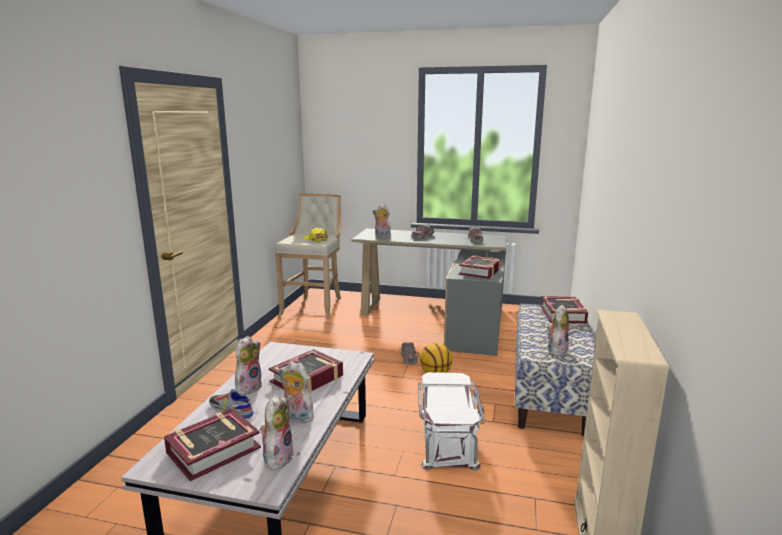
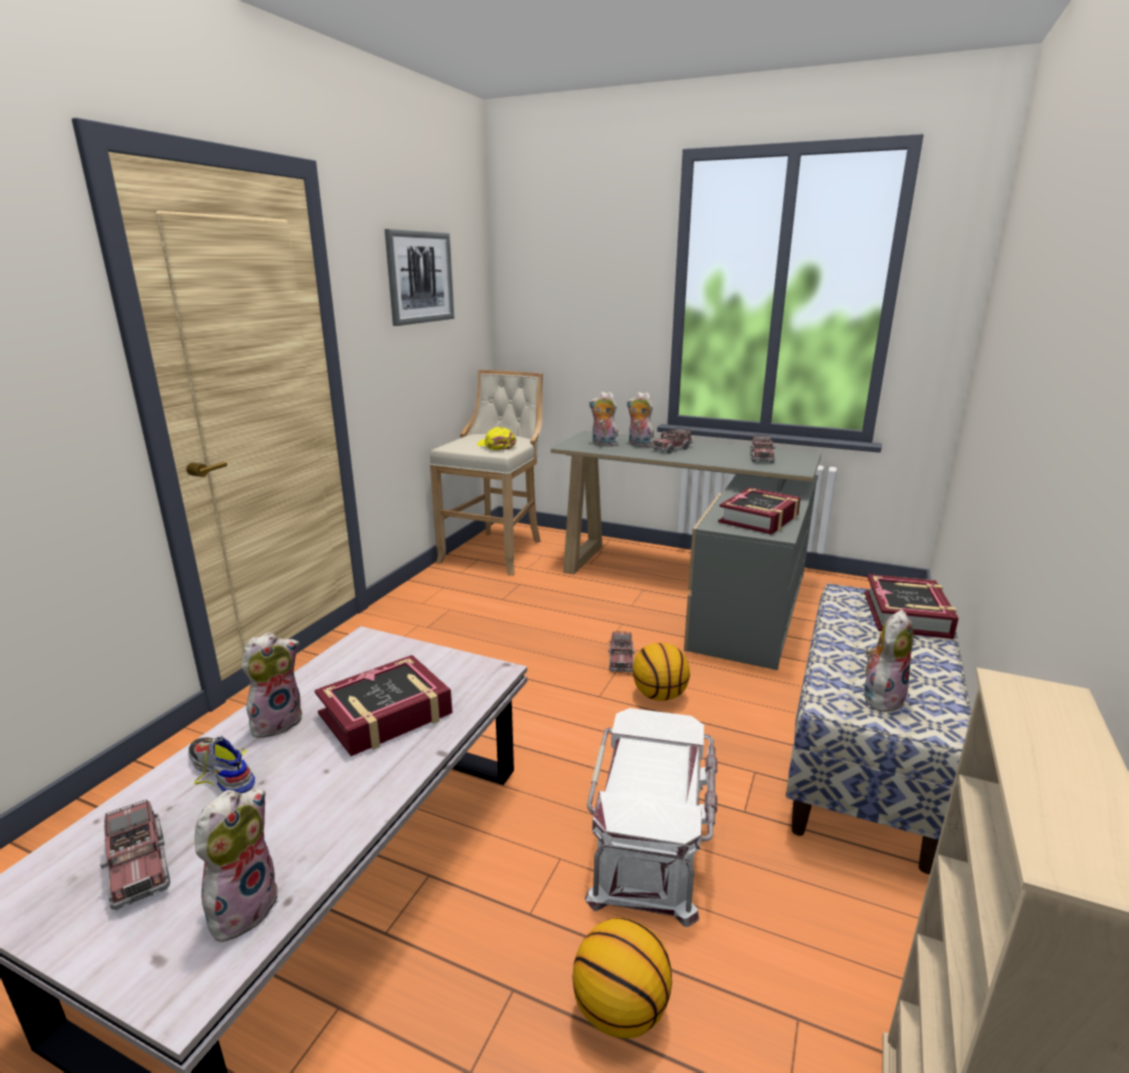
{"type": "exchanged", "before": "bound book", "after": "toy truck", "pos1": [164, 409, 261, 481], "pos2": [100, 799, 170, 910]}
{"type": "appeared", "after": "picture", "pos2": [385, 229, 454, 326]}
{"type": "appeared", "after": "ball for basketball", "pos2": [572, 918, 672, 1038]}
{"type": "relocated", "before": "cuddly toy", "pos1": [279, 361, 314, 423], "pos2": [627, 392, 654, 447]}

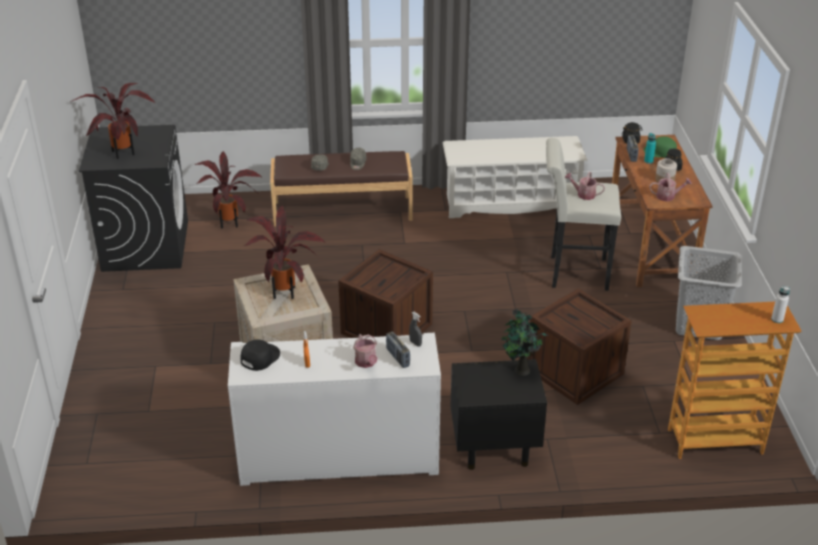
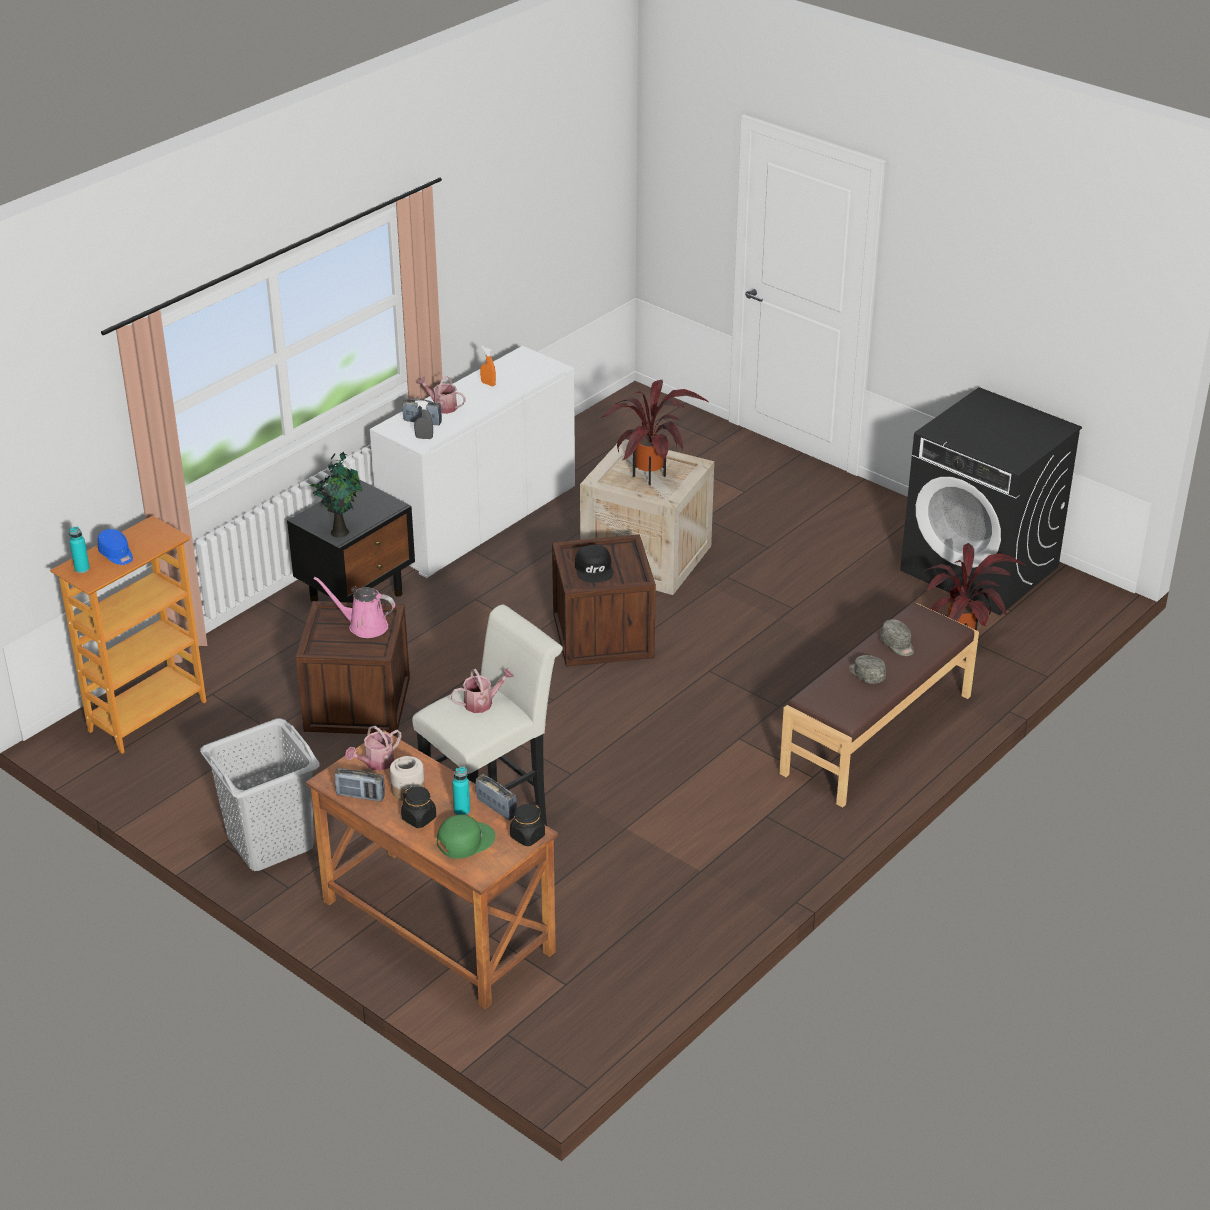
{"type": "colour", "before": "bottle (white-coloured)", "after": "bottle (turquoise)", "pos1": [771, 286, 790, 323], "pos2": [69, 526, 90, 573]}
{"type": "appeared", "after": "baseball cap (bluish)", "pos2": [98, 529, 133, 565]}
{"type": "appeared", "after": "watering pot (pink-coloured)", "pos2": [313, 577, 395, 638]}
{"type": "appeared", "after": "radio", "pos2": [335, 768, 385, 801]}
{"type": "relocated", "before": "baseball cap (black-coloured)", "pos1": [240, 339, 280, 371], "pos2": [575, 545, 613, 583]}
{"type": "missing", "before": "houseplant", "pos1": [70, 83, 155, 159]}
{"type": "missing", "before": "shoe stand (white-coloured)", "pos1": [442, 136, 588, 218]}

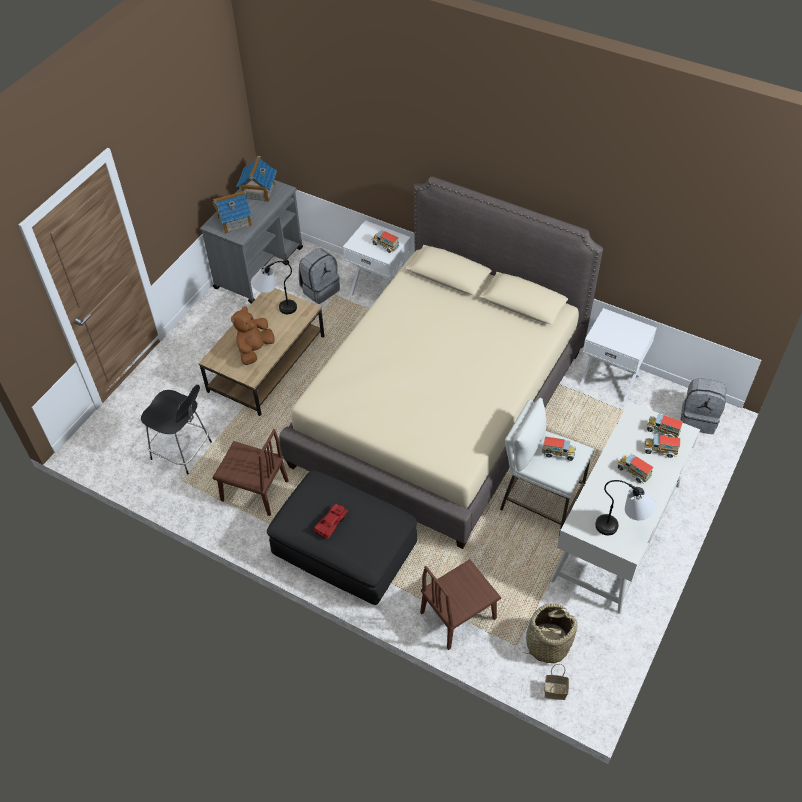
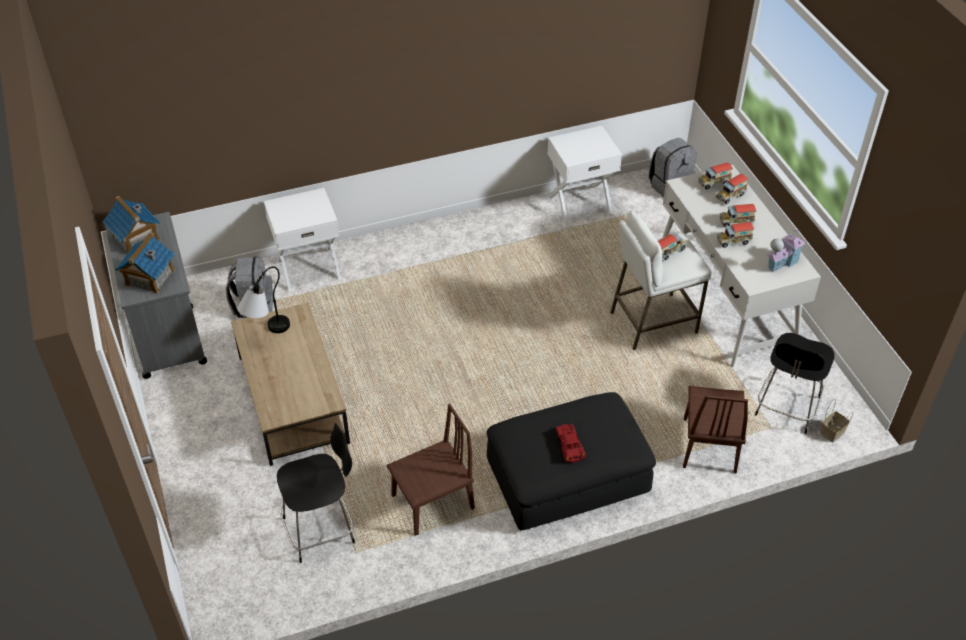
{"type": "relocated", "before": "toy truck", "pos1": [371, 230, 399, 253], "pos2": [717, 222, 754, 248]}
{"type": "exchanged", "before": "storage basket", "after": "chair (black-coloured)", "pos1": [519, 603, 577, 663], "pos2": [755, 333, 834, 434]}
{"type": "exchanged", "before": "table lamp", "after": "miniature house", "pos1": [595, 480, 656, 535], "pos2": [767, 229, 805, 273]}
{"type": "missing", "before": "cuddly toy (brown-coloured)", "pos1": [231, 306, 275, 365]}
{"type": "missing", "before": "bed (sand-coloured)", "pos1": [279, 177, 603, 549]}

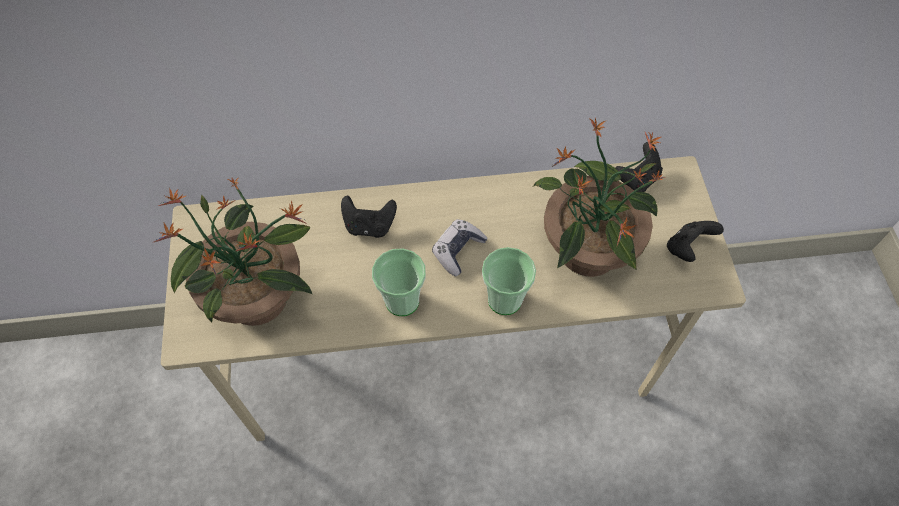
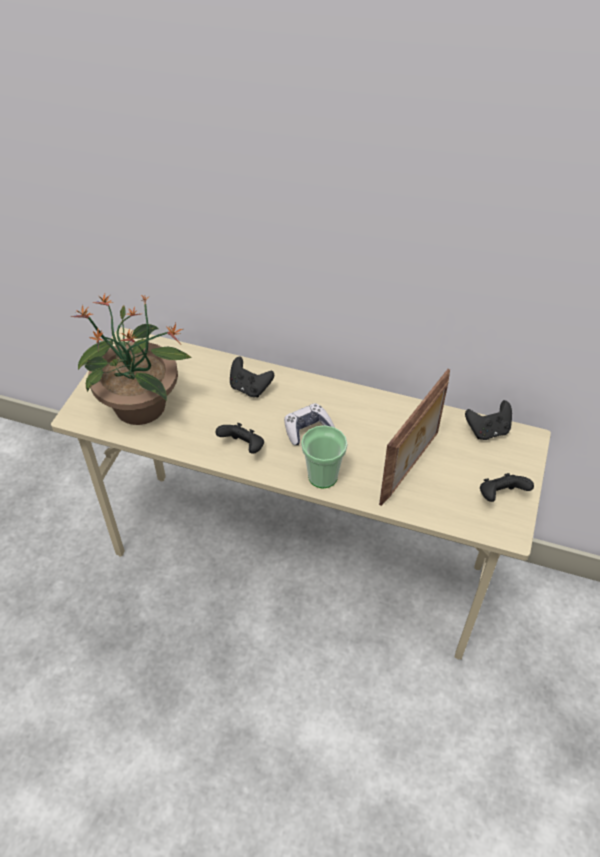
{"type": "exchanged", "before": "cup", "after": "game controller (black-coloured)", "pos1": [372, 248, 426, 316], "pos2": [215, 423, 264, 454]}
{"type": "exchanged", "before": "houseplant", "after": "photo frame", "pos1": [533, 118, 665, 277], "pos2": [379, 369, 450, 506]}

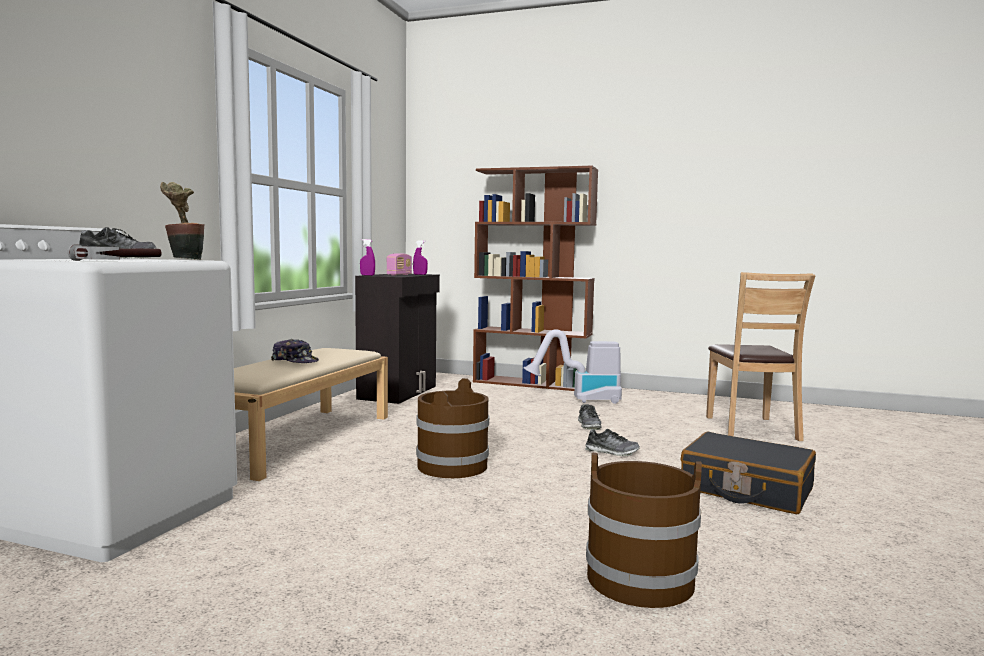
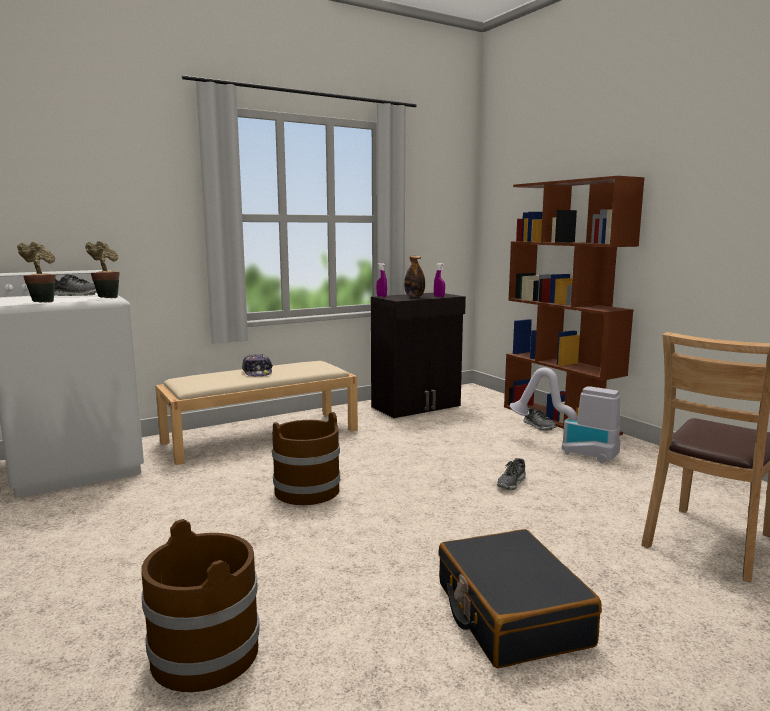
{"type": "exchanged", "before": "hammer", "after": "houseplant", "pos1": [68, 244, 162, 261], "pos2": [17, 242, 56, 303]}
{"type": "exchanged", "before": "radio", "after": "bottle", "pos1": [386, 253, 412, 276], "pos2": [404, 256, 425, 297]}
{"type": "relocated", "before": "low shoe", "pos1": [585, 429, 640, 456], "pos2": [523, 408, 556, 431]}

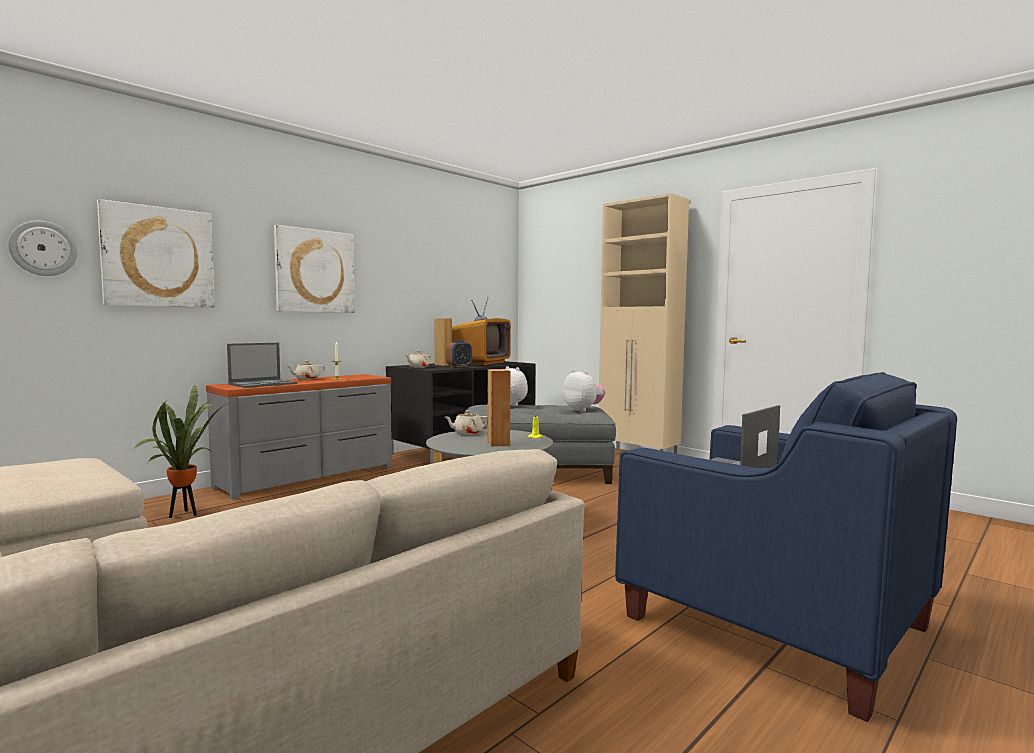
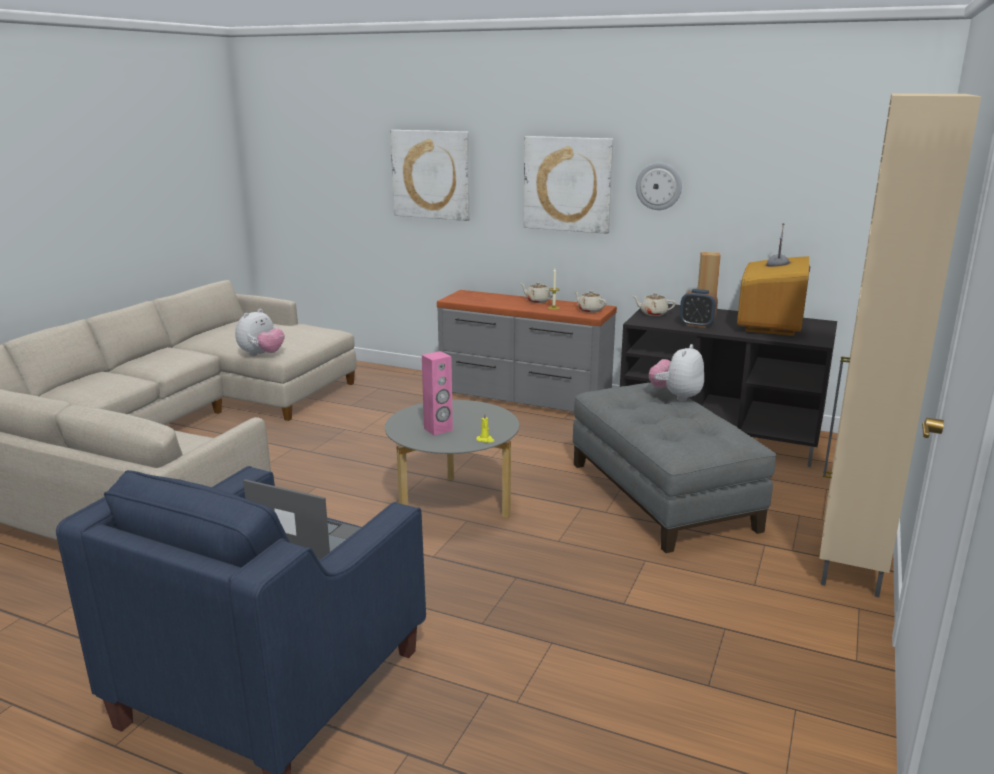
{"type": "relocated", "before": "cuddly toy", "pos1": [563, 369, 605, 412], "pos2": [235, 309, 285, 356]}
{"type": "colour", "before": "loudspeaker (brown-coloured)", "after": "loudspeaker (pink-coloured)", "pos1": [487, 369, 510, 447], "pos2": [422, 351, 453, 435]}
{"type": "relocated", "before": "pot for tea (sand-coloured)", "pos1": [445, 410, 487, 435], "pos2": [574, 291, 607, 313]}
{"type": "relocated", "before": "clock on the wall", "pos1": [8, 221, 77, 276], "pos2": [636, 163, 682, 210]}
{"type": "spun", "before": "TV set", "pos1": [452, 297, 511, 365], "pos2": [737, 223, 810, 336], "turn": -75}
{"type": "missing", "before": "houseplant", "pos1": [134, 386, 230, 518]}
{"type": "missing", "before": "notebook computer", "pos1": [227, 343, 297, 388]}

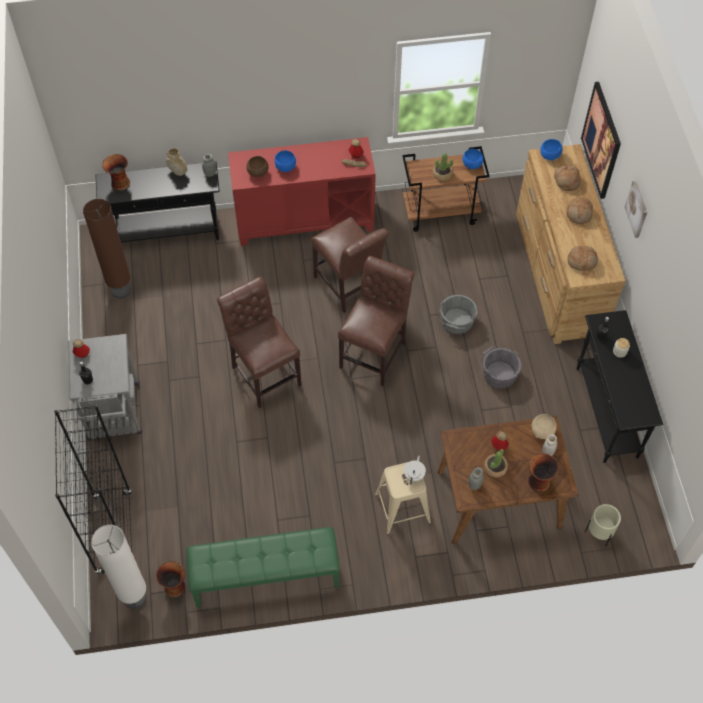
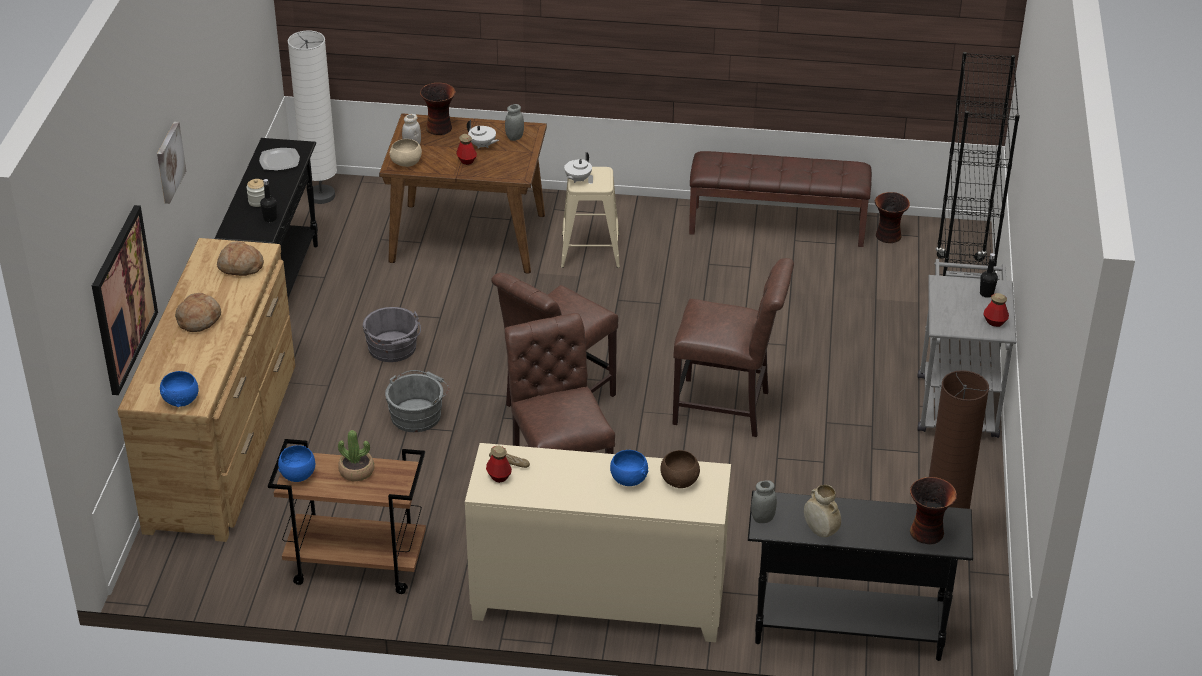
{"type": "appeared", "after": "dinner plate", "pos2": [259, 148, 300, 170]}
{"type": "relocated", "before": "standard lamp (white-coloured)", "pos1": [91, 525, 147, 609], "pos2": [288, 31, 337, 204]}
{"type": "colour", "before": "cupboard (red)", "after": "cupboard (sand-coloured)", "pos1": [228, 137, 376, 246], "pos2": [465, 443, 731, 642]}
{"type": "exchanged", "before": "houseplant", "after": "pot for tea (white-coloured)", "pos1": [484, 449, 508, 477], "pos2": [467, 120, 499, 149]}
{"type": "spun", "before": "chair (brown-coloured)", "pos1": [217, 276, 301, 408], "pos2": [673, 258, 794, 437], "turn": -60}
{"type": "colour", "before": "bench (green-coloured)", "after": "bench (brown-coloured)", "pos1": [187, 527, 340, 607], "pos2": [689, 151, 872, 247]}
{"type": "missing", "before": "bakery bread", "pos1": [554, 165, 581, 191]}
{"type": "missing", "before": "plant pot (sand-coloured)", "pos1": [585, 504, 621, 547]}

